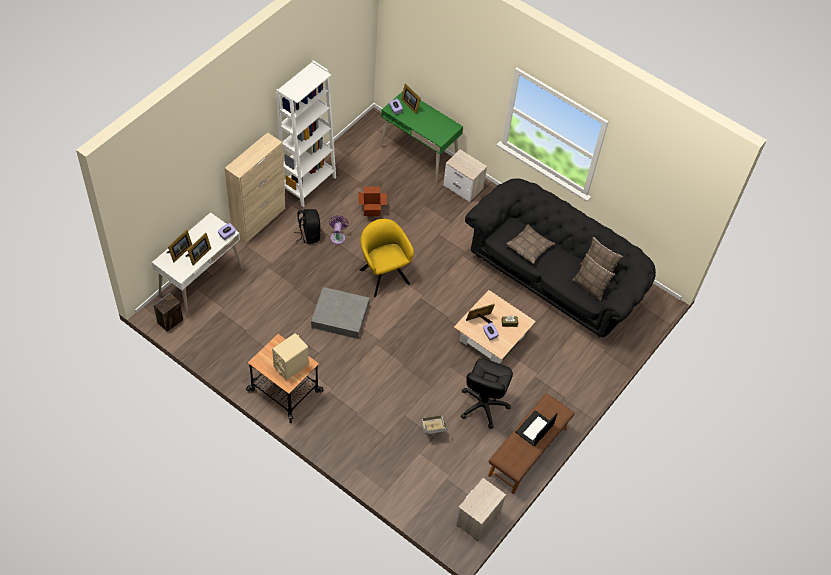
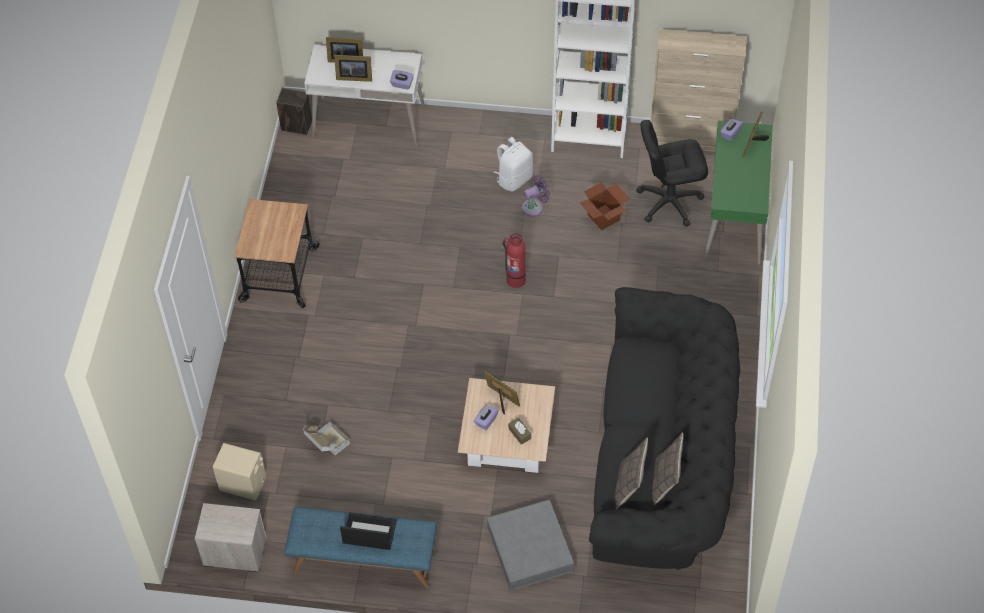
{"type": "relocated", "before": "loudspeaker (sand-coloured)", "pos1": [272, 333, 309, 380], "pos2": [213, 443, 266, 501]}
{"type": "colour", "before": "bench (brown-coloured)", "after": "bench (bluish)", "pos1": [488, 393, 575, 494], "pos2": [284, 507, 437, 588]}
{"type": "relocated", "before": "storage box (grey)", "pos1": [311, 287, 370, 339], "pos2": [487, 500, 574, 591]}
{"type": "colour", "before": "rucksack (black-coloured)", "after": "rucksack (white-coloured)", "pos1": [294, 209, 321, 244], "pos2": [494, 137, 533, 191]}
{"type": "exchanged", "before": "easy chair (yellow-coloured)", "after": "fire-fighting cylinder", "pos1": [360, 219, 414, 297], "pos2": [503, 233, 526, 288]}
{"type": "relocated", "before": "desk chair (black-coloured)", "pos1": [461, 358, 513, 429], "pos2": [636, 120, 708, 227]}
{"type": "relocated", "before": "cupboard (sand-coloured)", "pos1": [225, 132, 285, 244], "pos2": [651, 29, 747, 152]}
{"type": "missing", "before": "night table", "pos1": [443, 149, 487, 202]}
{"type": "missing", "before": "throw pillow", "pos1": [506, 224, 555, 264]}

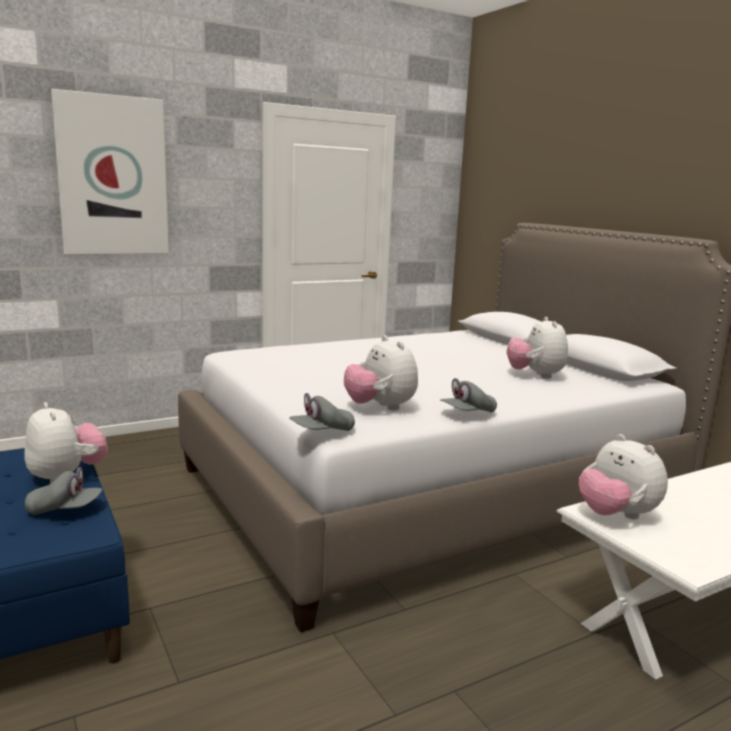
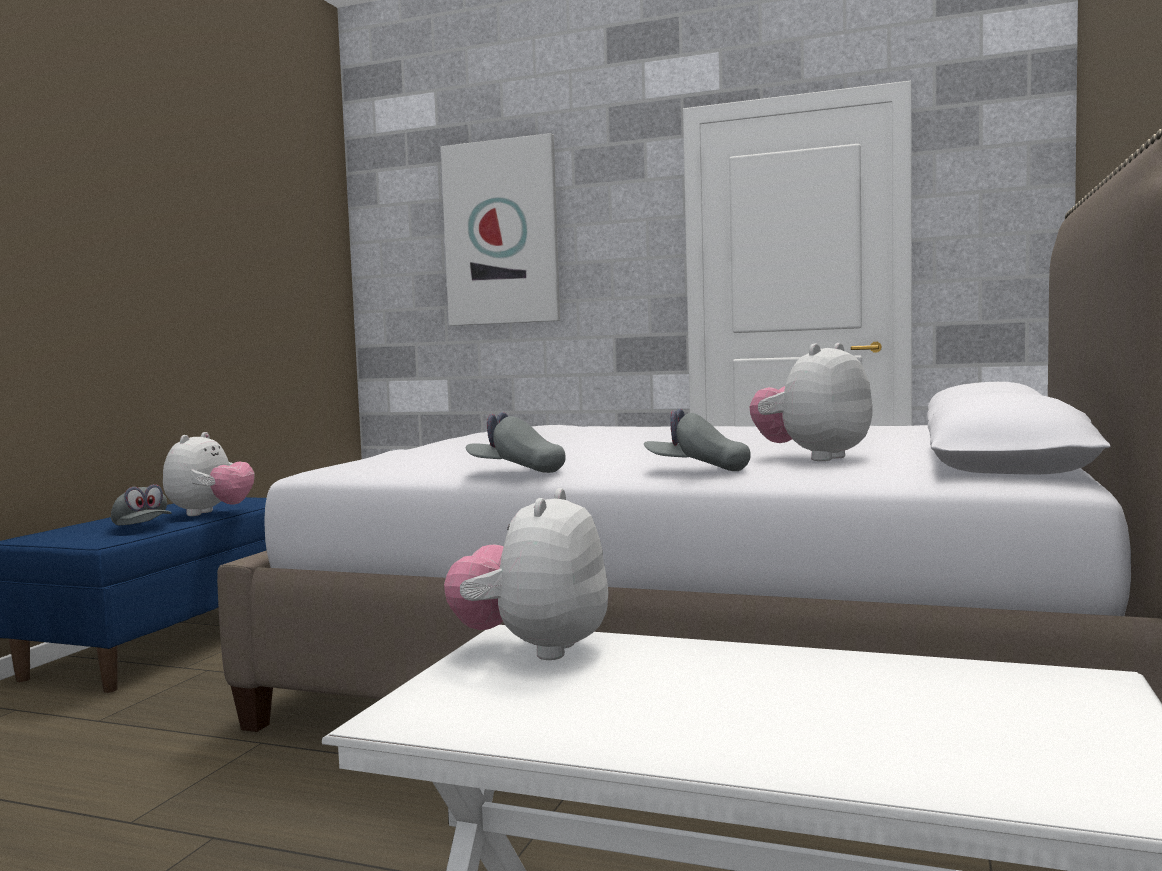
{"type": "relocated", "before": "baseball cap (grey)", "pos1": [289, 393, 355, 431], "pos2": [644, 409, 751, 471]}
{"type": "missing", "before": "cuddly toy", "pos1": [344, 335, 418, 411]}

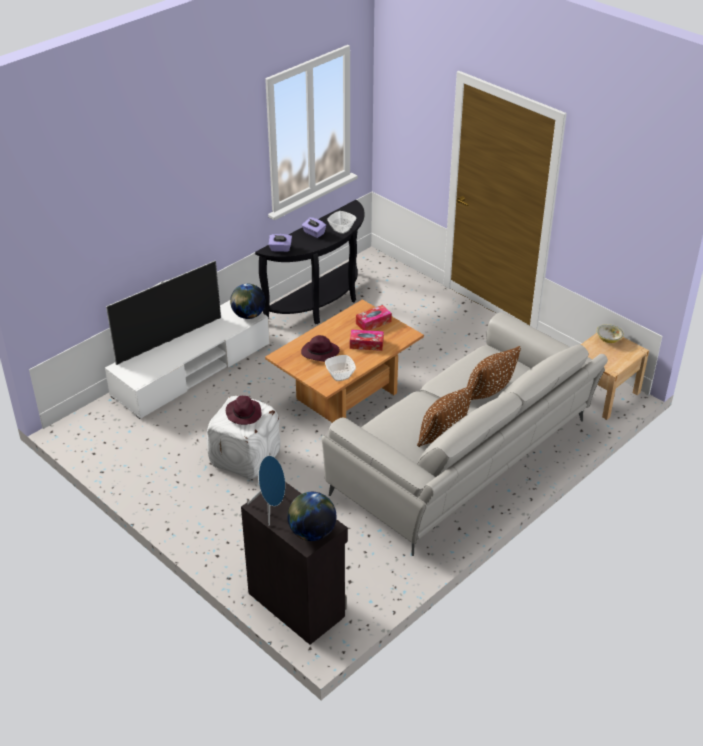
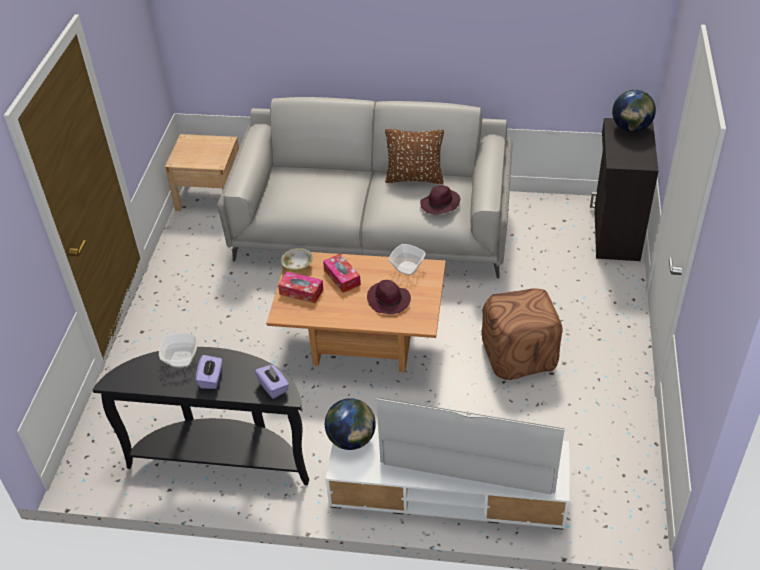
{"type": "relocated", "before": "deep dish", "pos1": [596, 324, 624, 343], "pos2": [281, 248, 313, 272]}
{"type": "relocated", "before": "wearable hat (purplish)", "pos1": [226, 396, 262, 425], "pos2": [420, 185, 460, 214]}
{"type": "colour", "before": "footrest (white-coloured)", "after": "footrest (brown-coloured)", "pos1": [206, 396, 281, 479], "pos2": [482, 288, 562, 380]}
{"type": "missing", "before": "loudspeaker (bluish)", "pos1": [247, 456, 285, 526]}
{"type": "missing", "before": "throw pillow (brown-coloured)", "pos1": [467, 346, 521, 400]}

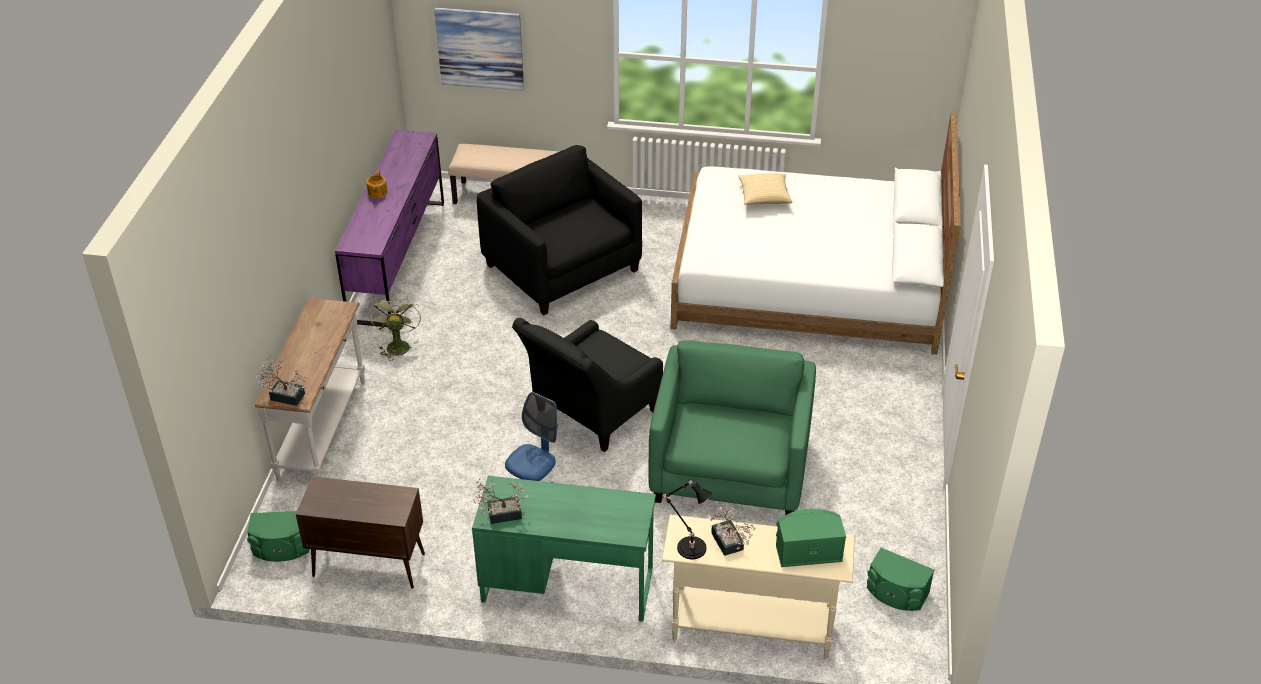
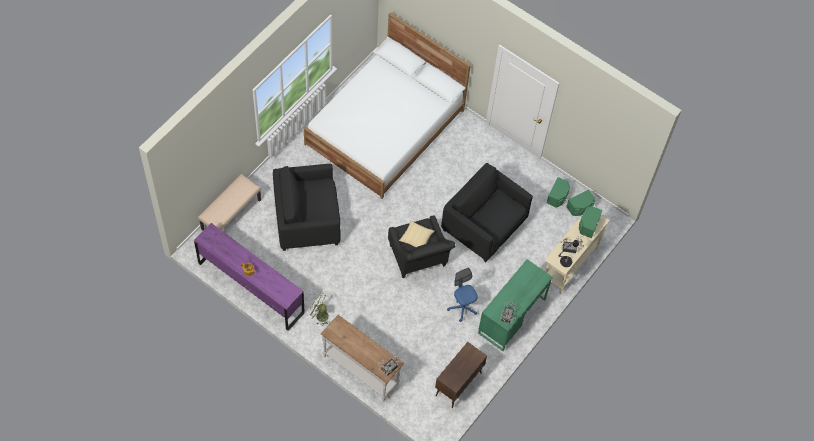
{"type": "relocated", "before": "throw pillow", "pos1": [739, 173, 792, 205], "pos2": [399, 220, 435, 248]}
{"type": "colour", "before": "easy chair (green-coloured)", "after": "easy chair (black-coloured)", "pos1": [648, 340, 816, 515], "pos2": [441, 163, 533, 262]}
{"type": "relocated", "before": "loudspeaker (green-coloured)", "pos1": [247, 511, 309, 562], "pos2": [547, 177, 570, 208]}
{"type": "missing", "before": "picture", "pos1": [434, 8, 524, 91]}

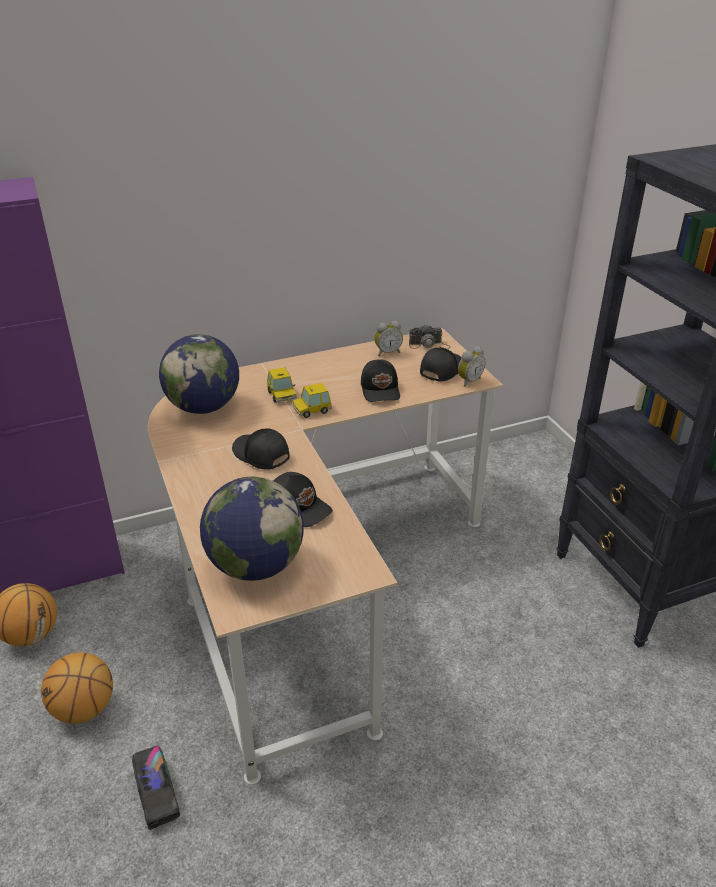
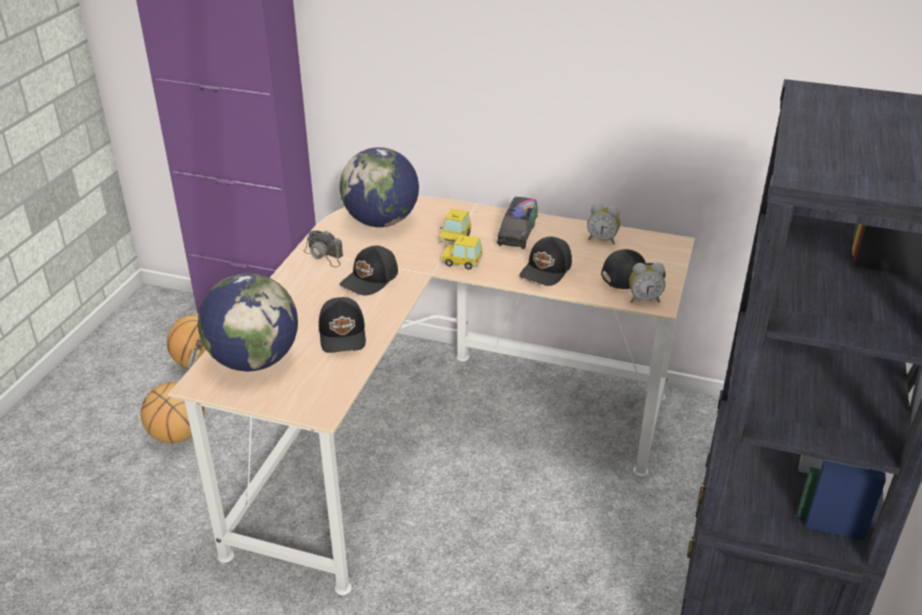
{"type": "relocated", "before": "still camera", "pos1": [409, 324, 451, 349], "pos2": [303, 231, 343, 267]}
{"type": "spun", "before": "baseball cap (black-coloured)", "pos1": [232, 428, 290, 470], "pos2": [340, 246, 398, 295], "turn": -135}
{"type": "relocated", "before": "toy truck", "pos1": [132, 746, 180, 830], "pos2": [497, 197, 538, 249]}

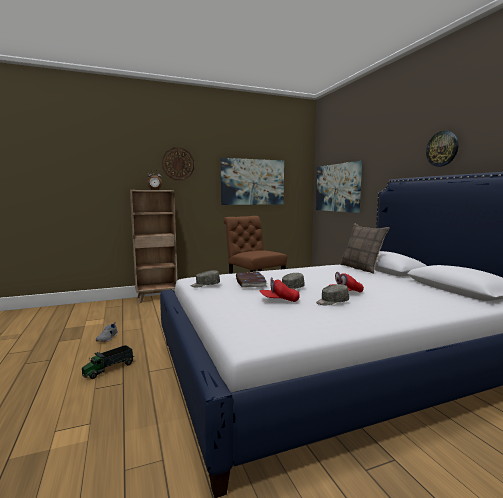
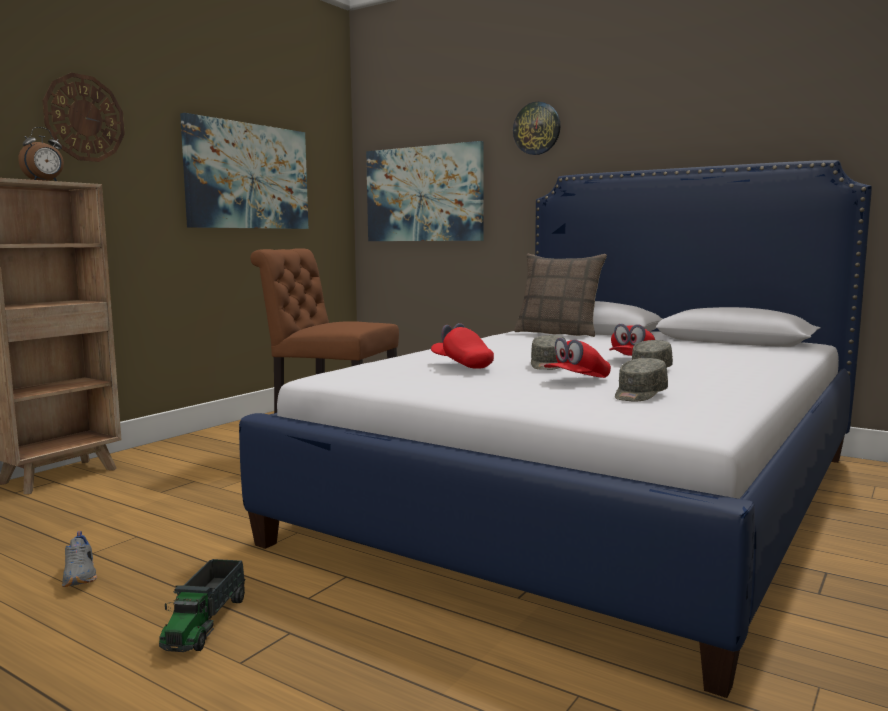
{"type": "exchanged", "before": "bound book", "after": "baseball cap (red)", "pos1": [236, 272, 268, 288], "pos2": [431, 323, 494, 369]}
{"type": "relocated", "before": "clock on the wall", "pos1": [426, 131, 458, 167], "pos2": [513, 102, 560, 155]}
{"type": "relocated", "before": "baseball cap (grey)", "pos1": [191, 270, 220, 287], "pos2": [615, 358, 668, 402]}

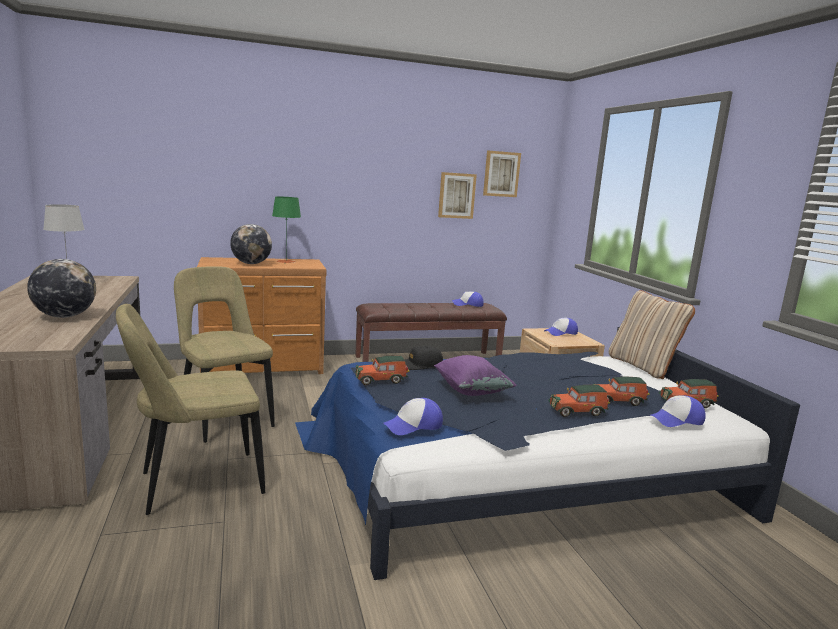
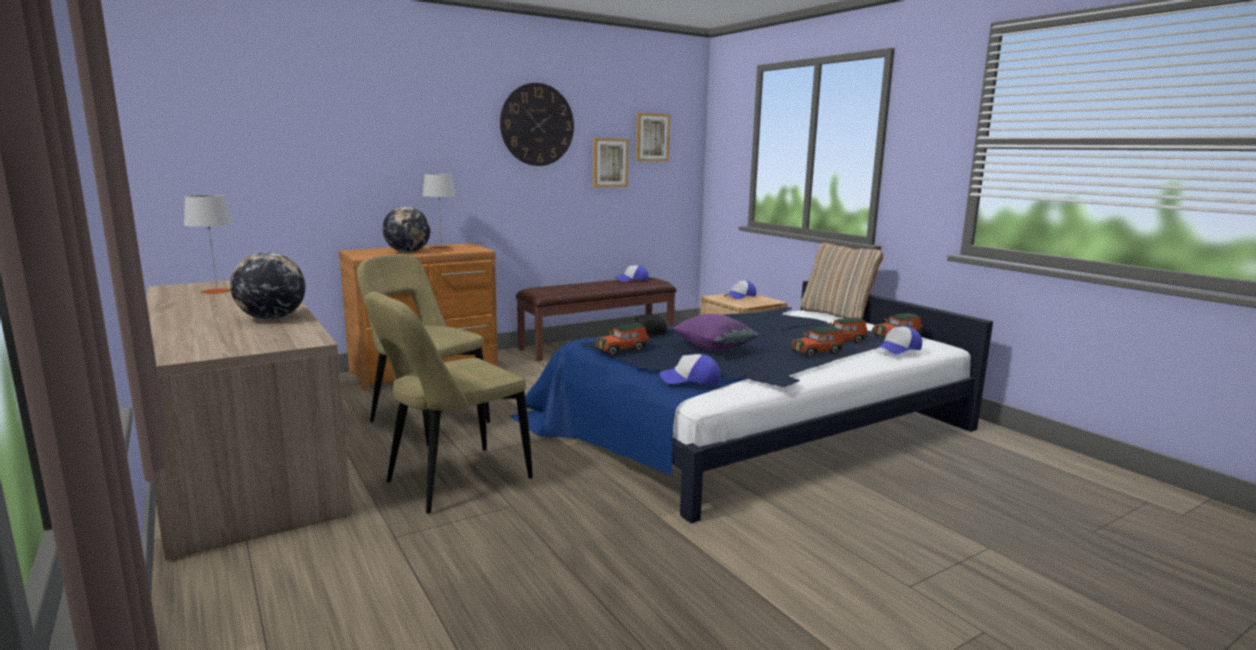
{"type": "colour", "before": "table lamp (green-coloured)", "after": "table lamp (grey)", "pos1": [272, 197, 301, 263], "pos2": [422, 174, 456, 249]}
{"type": "appeared", "after": "clock on the wall", "pos2": [500, 83, 574, 166]}
{"type": "spun", "before": "baseball cap", "pos1": [383, 398, 443, 435], "pos2": [659, 354, 720, 384], "turn": 45}

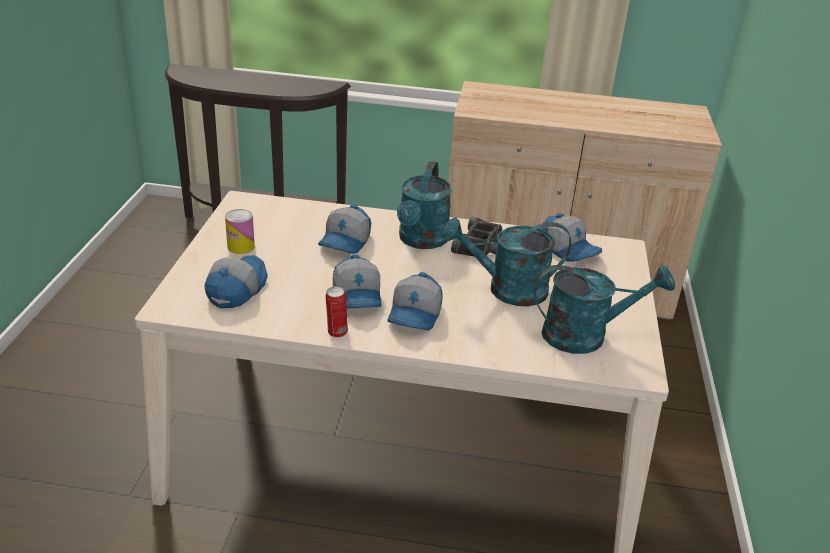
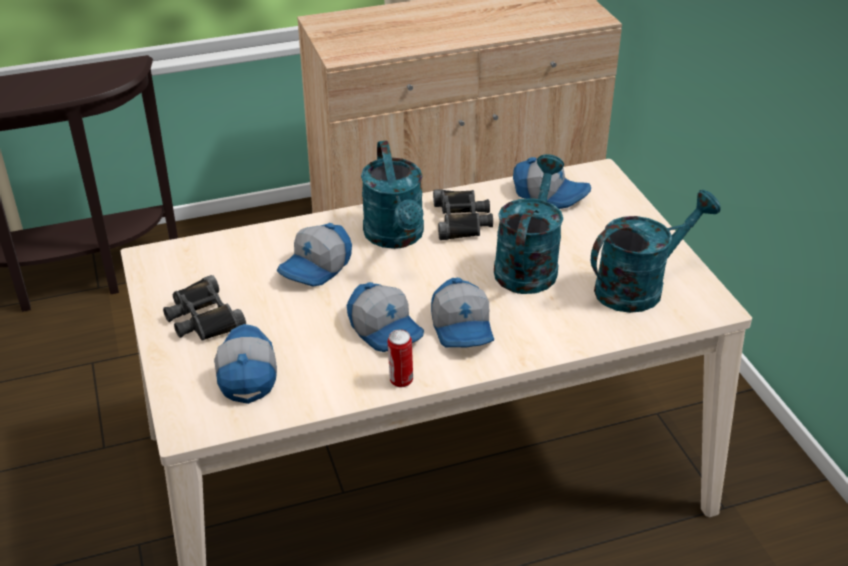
{"type": "exchanged", "before": "sealed can", "after": "pair of binoculars (black-coloured)", "pos1": [225, 209, 255, 254], "pos2": [163, 275, 246, 341]}
{"type": "spun", "before": "baseball cap", "pos1": [318, 204, 371, 254], "pos2": [277, 223, 352, 286], "turn": 45}
{"type": "spun", "before": "watering pot (turquoise)", "pos1": [442, 217, 571, 306], "pos2": [494, 154, 564, 294], "turn": 135}

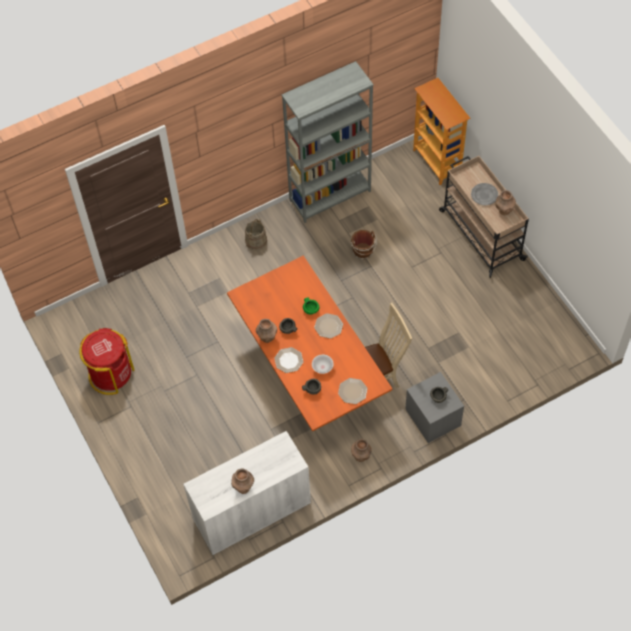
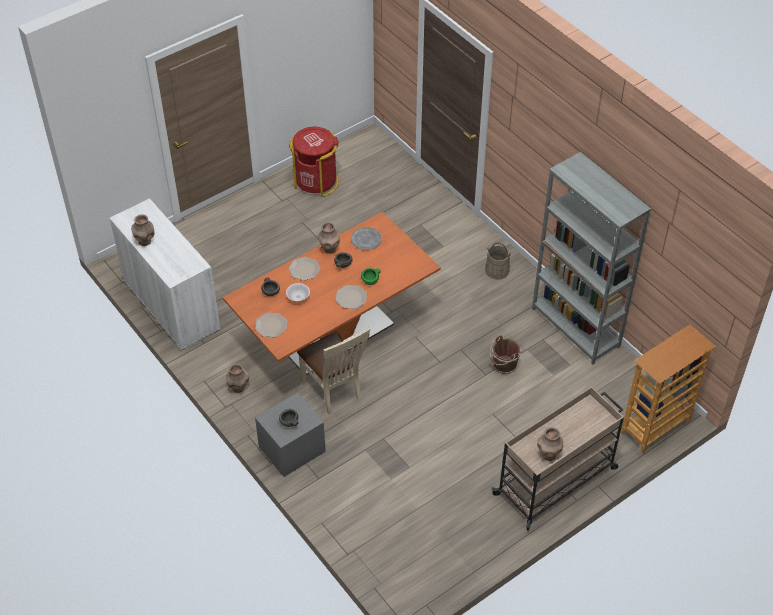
{"type": "relocated", "before": "dinner plate (grey)", "pos1": [471, 183, 498, 205], "pos2": [351, 227, 382, 250]}

